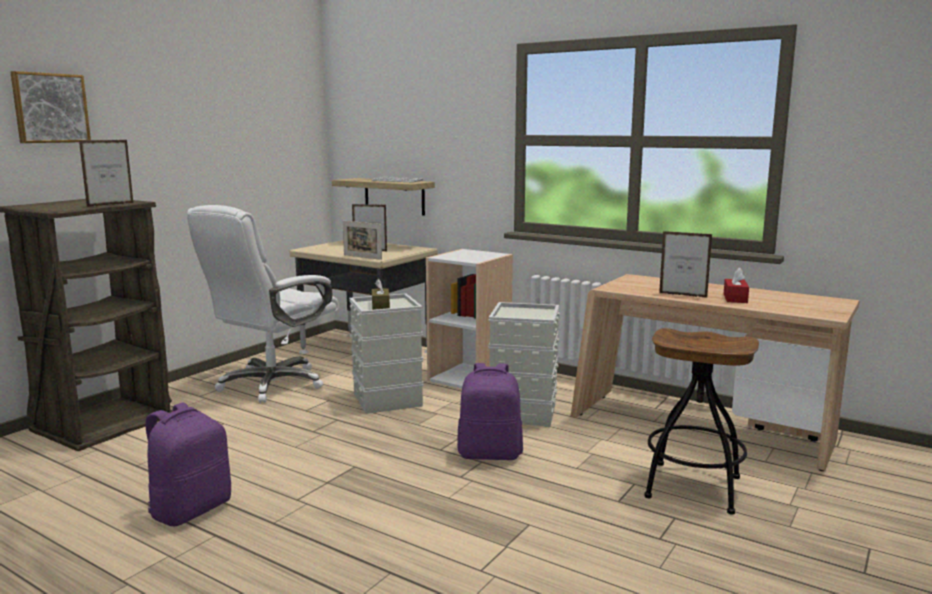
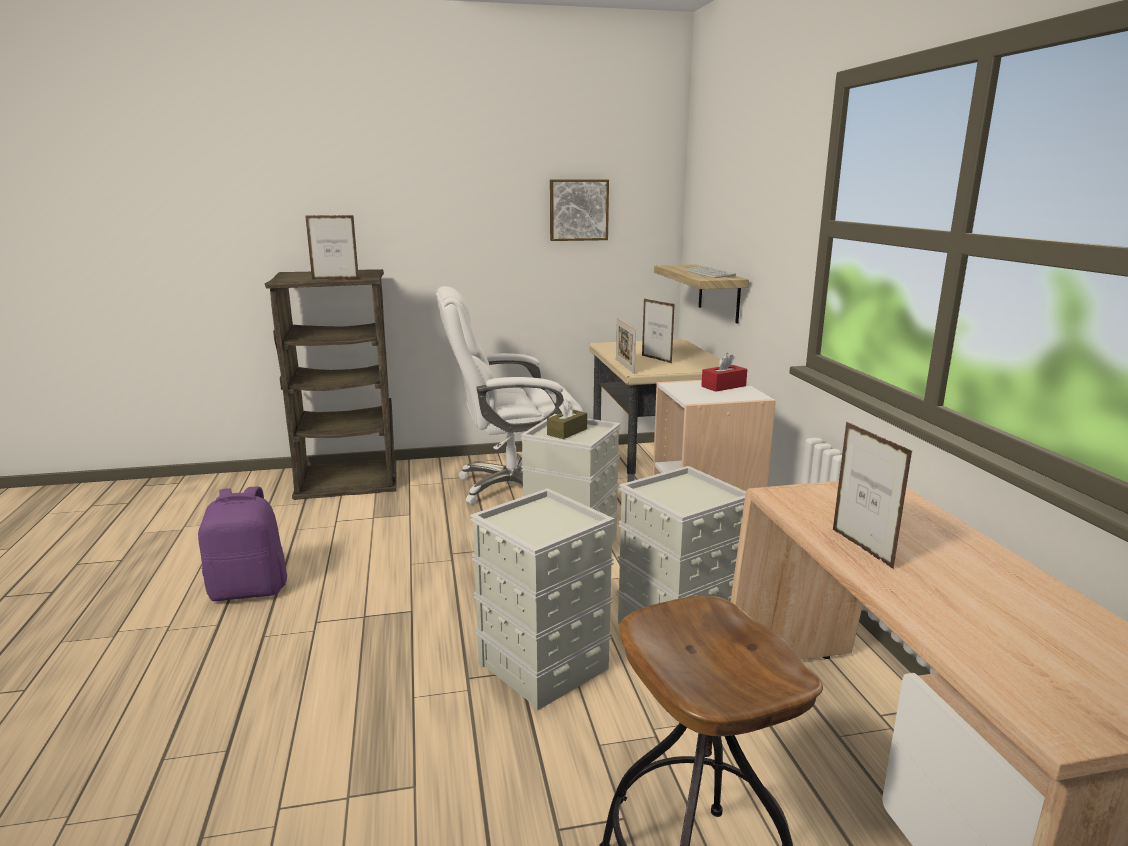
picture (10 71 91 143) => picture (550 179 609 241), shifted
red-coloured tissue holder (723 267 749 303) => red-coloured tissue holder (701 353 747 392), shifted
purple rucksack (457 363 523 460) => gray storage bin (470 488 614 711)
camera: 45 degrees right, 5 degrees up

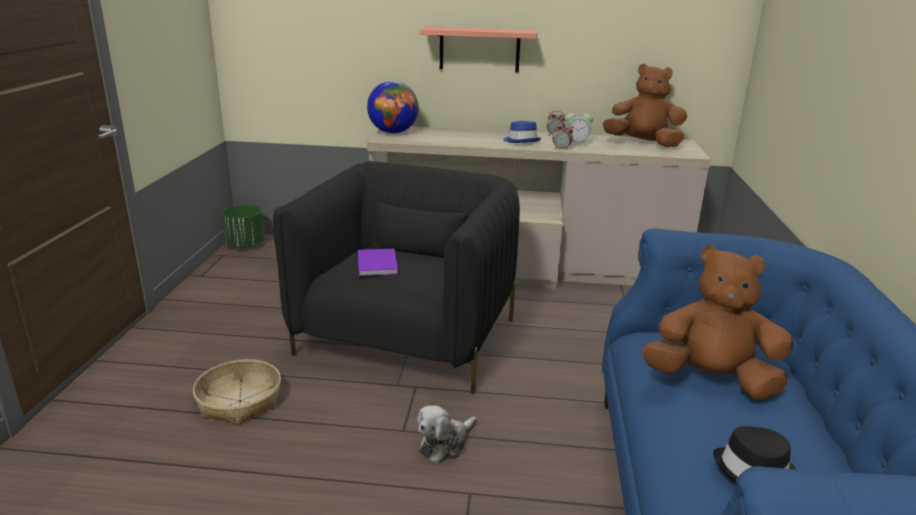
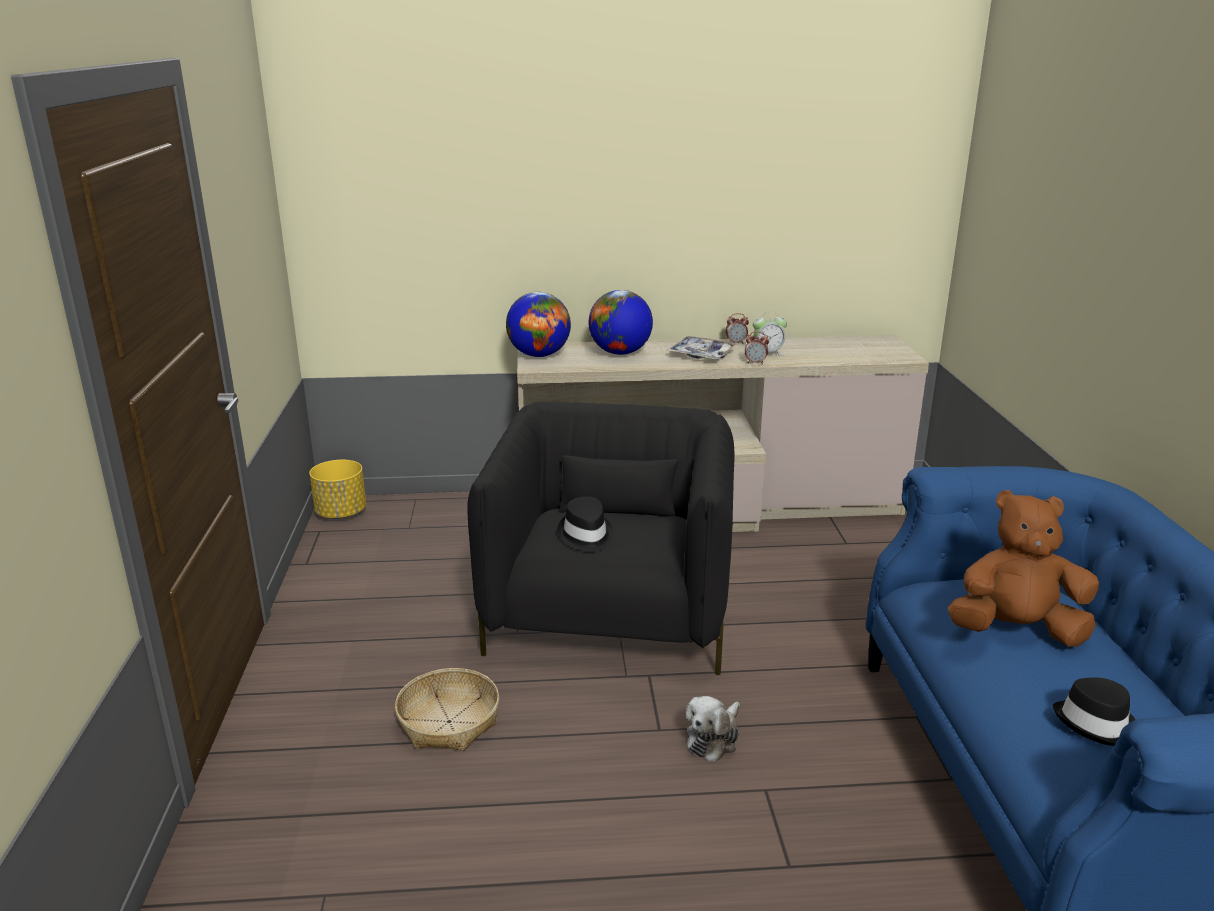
wall shelf (420 26 537 72) => nothing
brown-coloured plush toy (603 64 687 147) => nothing
nothing => desk globe (589 290 653 355)
purple volume (358 249 398 276) => black-coloured hat (558 497 614 551)
blue-coloured hat (503 121 541 143) => carrying tray (668 336 738 359)
green flower pot (221 205 265 248) => yellow-coloured flower pot (309 460 366 519)
camera: 10 degrees left, 0 degrees up

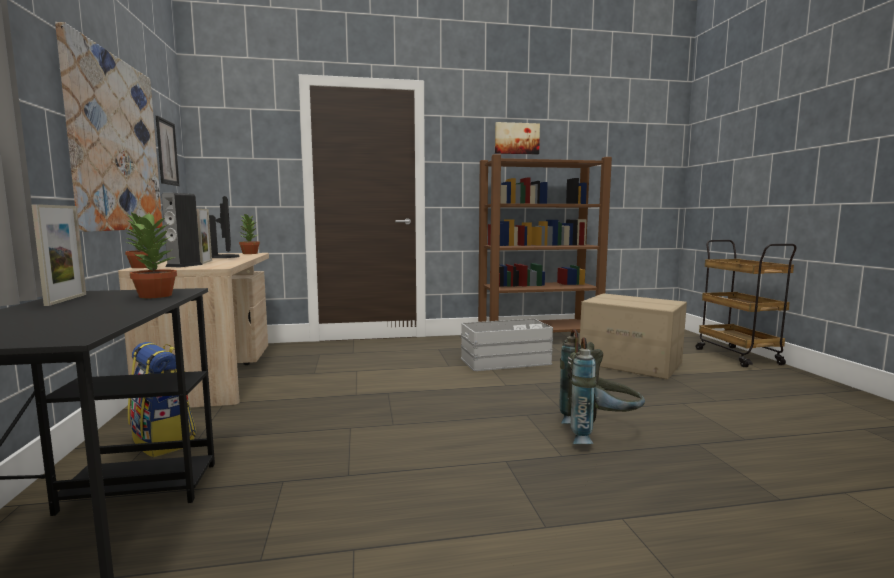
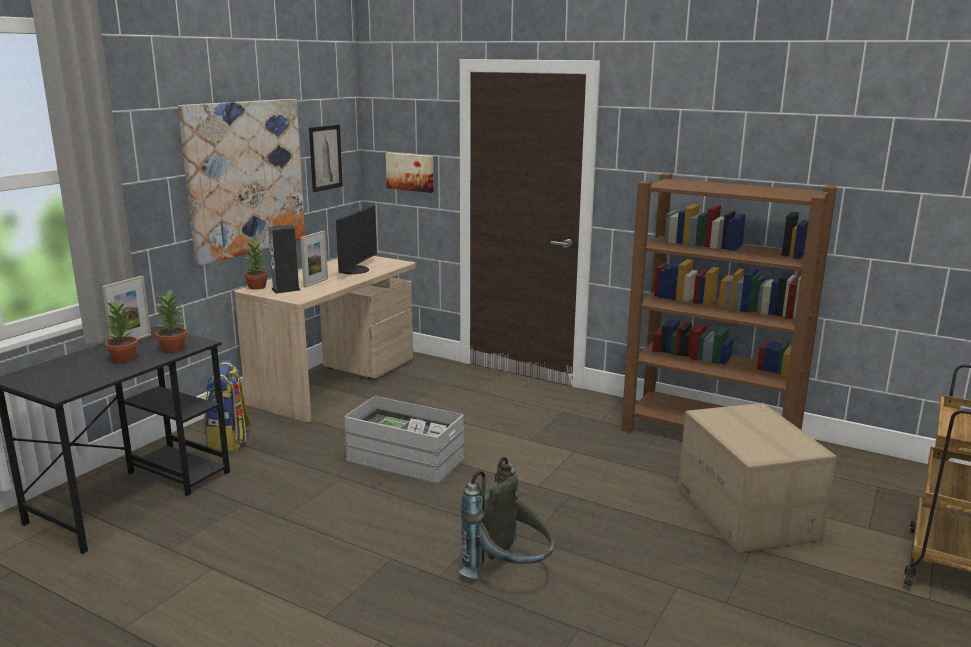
plant in a pot (239 214 260 254) => plant in a pot (104 300 138 362), shifted
gray storage bin (461 319 553 371) => gray storage bin (344 396 464 483), shifted
picture (495 122 540 154) => picture (386 152 434 193), shifted
camera: 40 degrees right, 10 degrees up

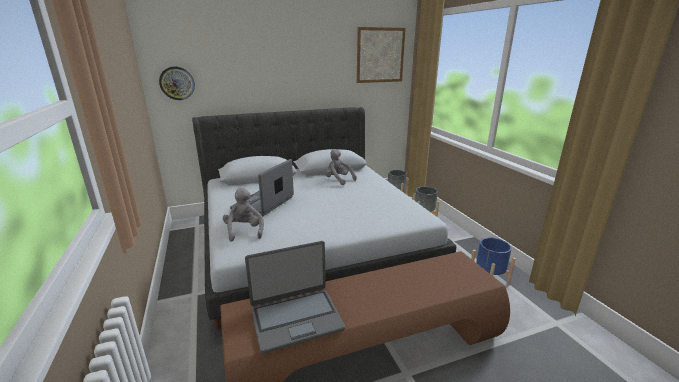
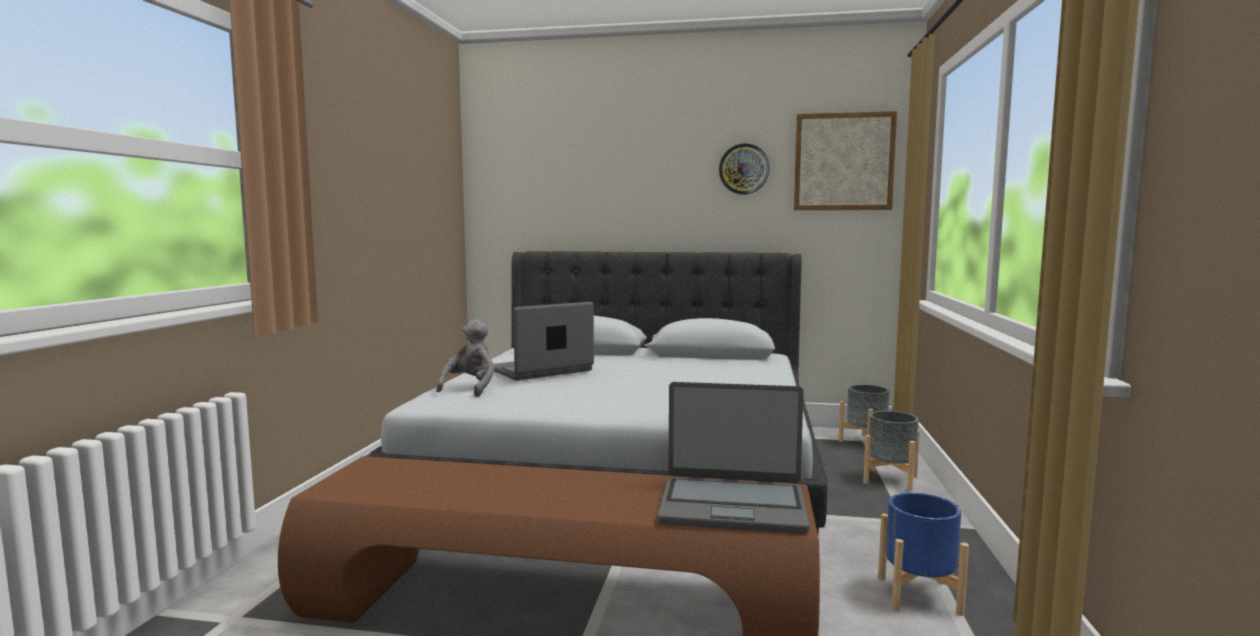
gray plush toy (325 149 357 185) => nothing
clock on the wall (159 66 195 100) => clock on the wall (719 144 770 195), shifted
notebook computer (245 241 345 354) => notebook computer (658 382 810 534), shifted
camera: 30 degrees right, 15 degrees down

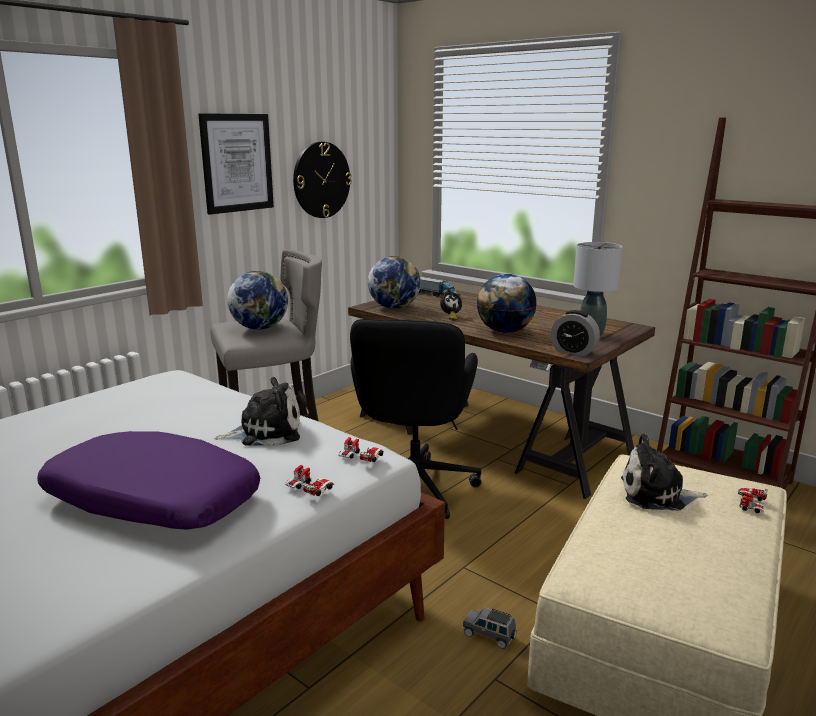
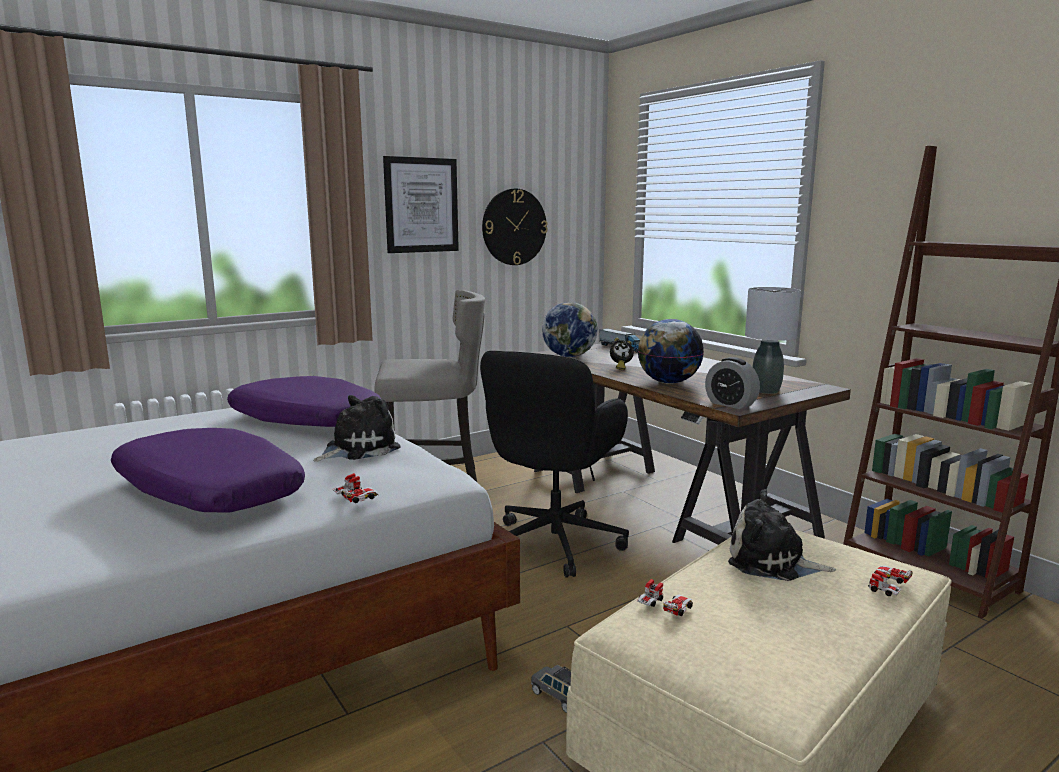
desk globe (227 271 288 330) => nothing
nothing => purple throw pillow (227 376 381 427)
miniature car (338 437 384 462) => miniature car (637 579 693 616), shifted
plush toy (214 377 300 446) => plush toy (313 395 401 462), 45 degrees counterclockwise
camera: 15 degrees right, 5 degrees down

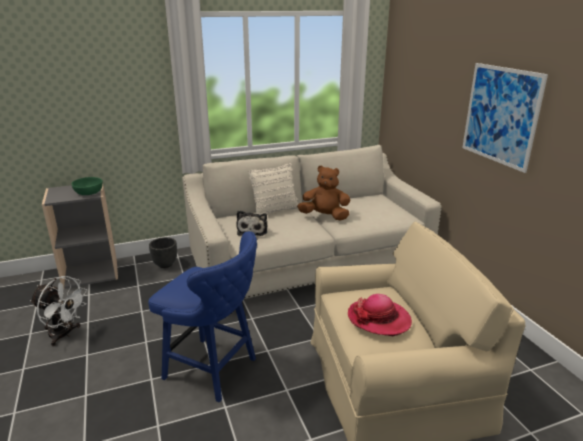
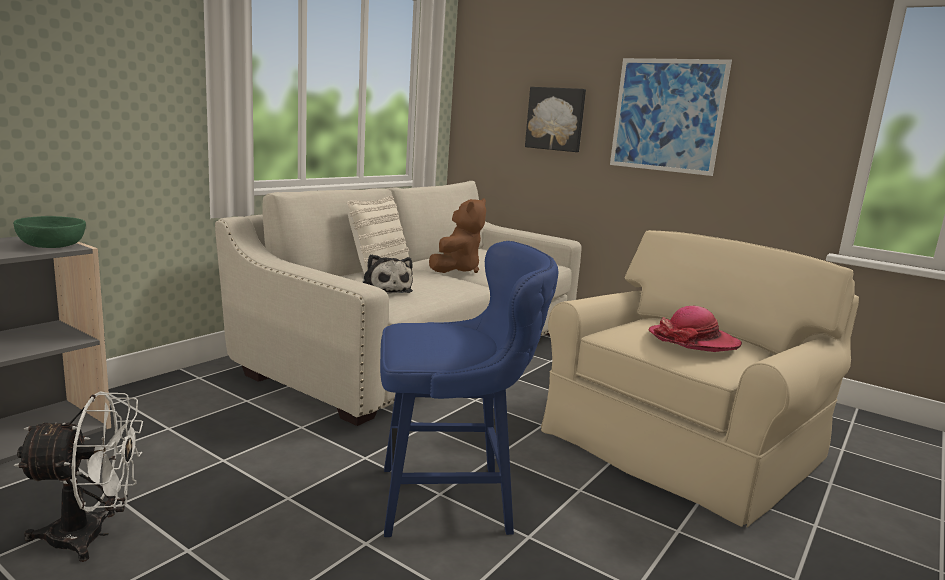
black-coloured flower pot (149 237 177 268) => nothing
nothing => picture (525 87 586 152)
brown-coloured plush toy (297 165 350 221) => brown-coloured plush toy (429 198 486 273), 135 degrees clockwise
camera: 35 degrees left, 10 degrees down

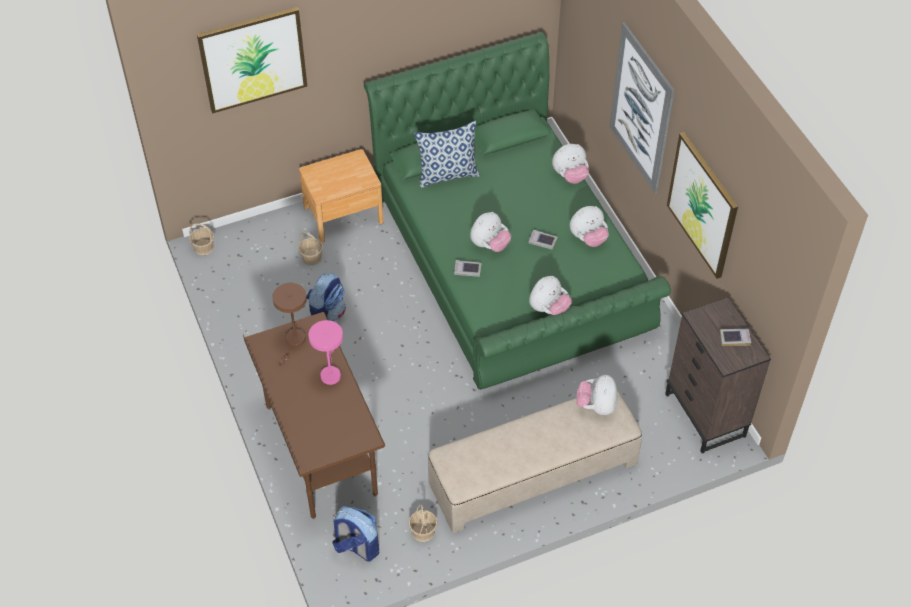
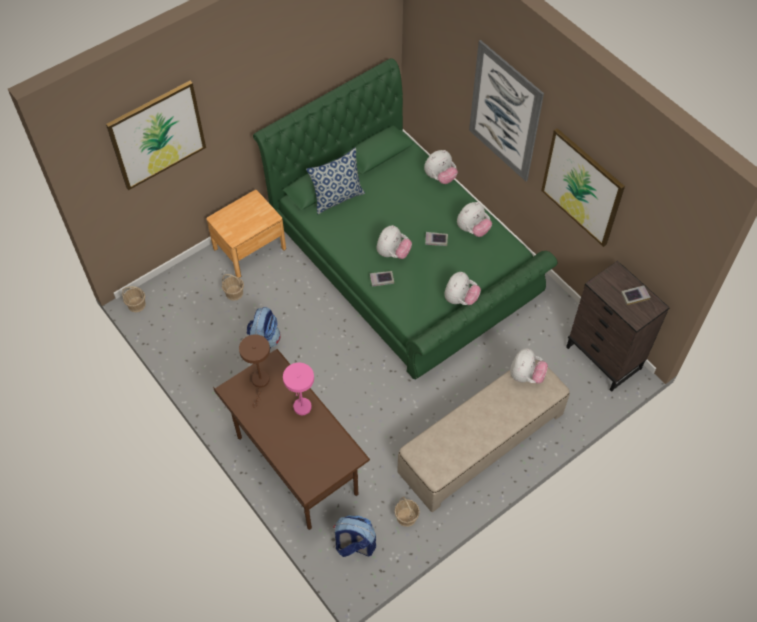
plush toy (576 375 618 415) => plush toy (510 348 548 384), 150 degrees counterclockwise
camera: 15 degrees left, 5 degrees up

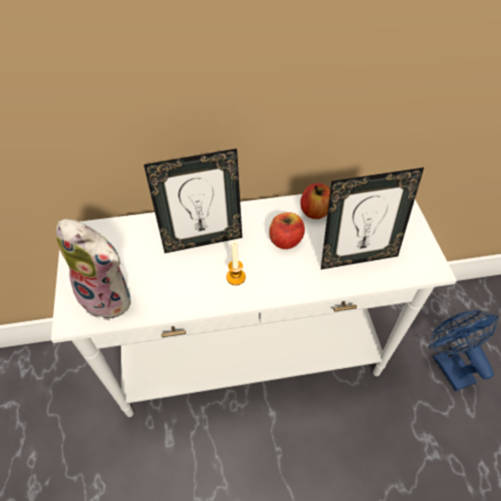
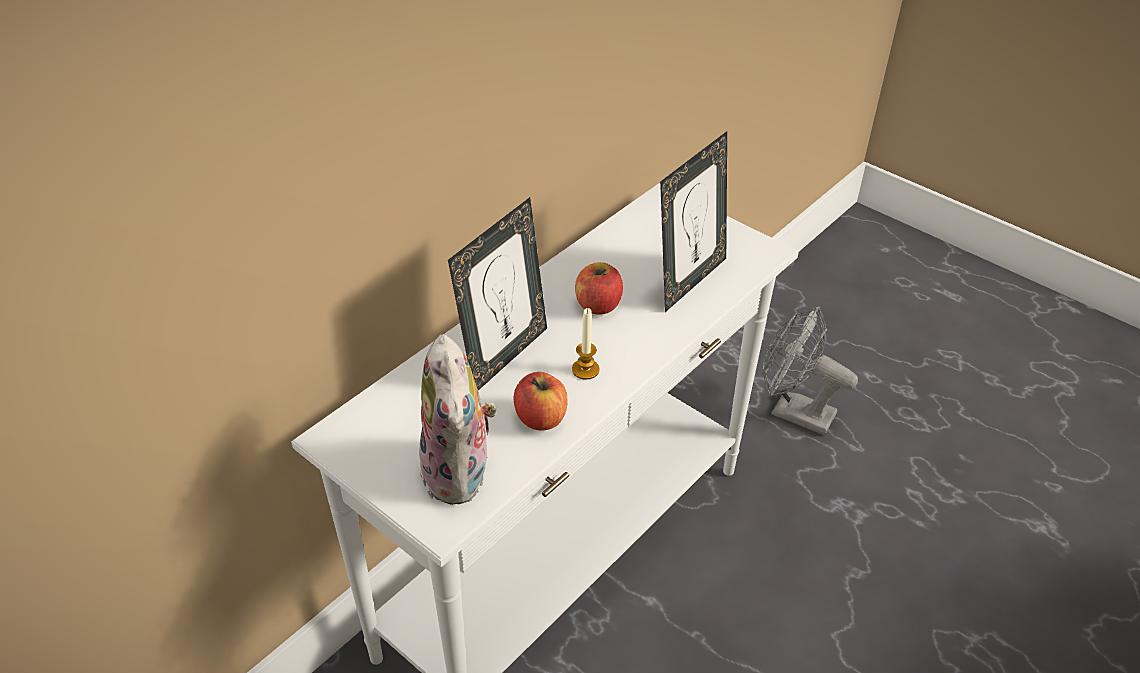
apple (300 183 330 219) => apple (514 372 568 431), shifted
blue-coloured electric fan (429 310 498 391) => gray electric fan (762 307 858 435)
plush toy (56 219 131 321) => plush toy (419 334 497 505), 90 degrees clockwise
camera: 40 degrees left, 10 degrees down

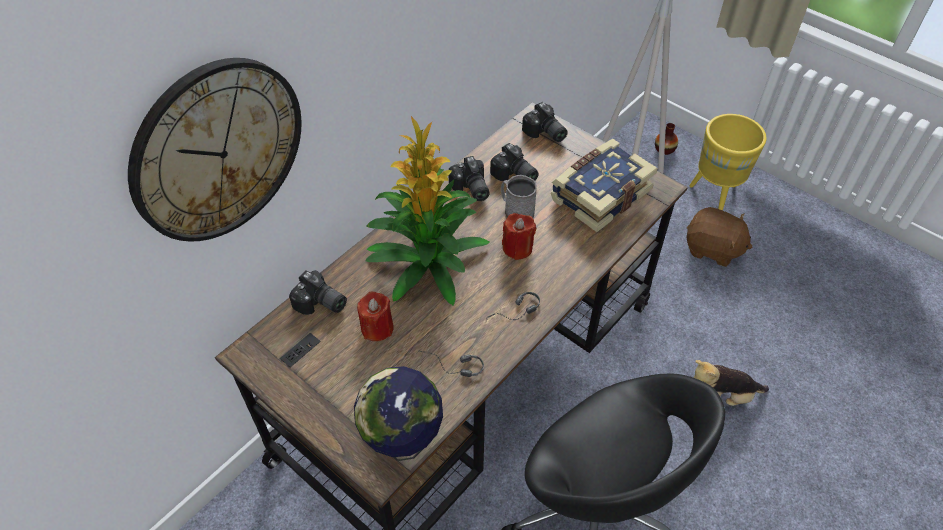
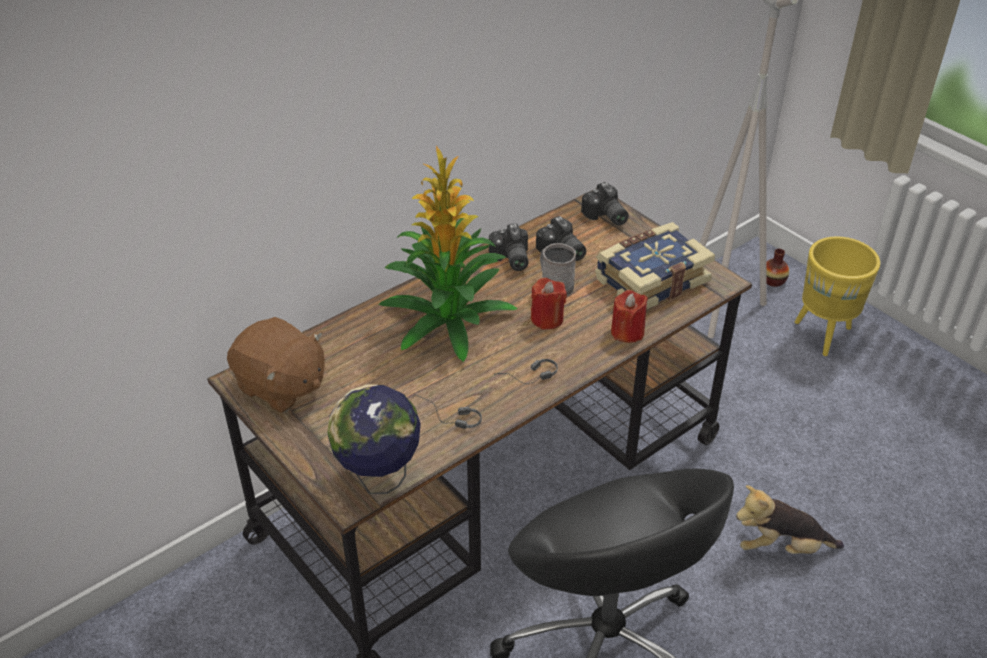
clock on the wall (128 58 302 242) => nothing
still camera (289 270 347 315) => nothing
red-coloured candle (357 292 394 341) => red-coloured candle (611 290 648 343), shifted
brown-coloured plush toy (687 207 753 267) => brown-coloured plush toy (227 317 325 413), shifted
camera: 10 degrees right, 10 degrees down

